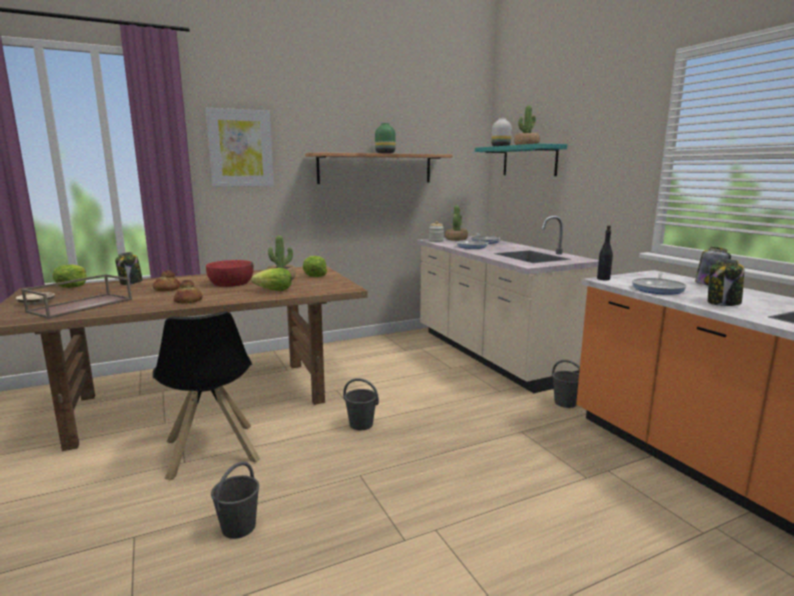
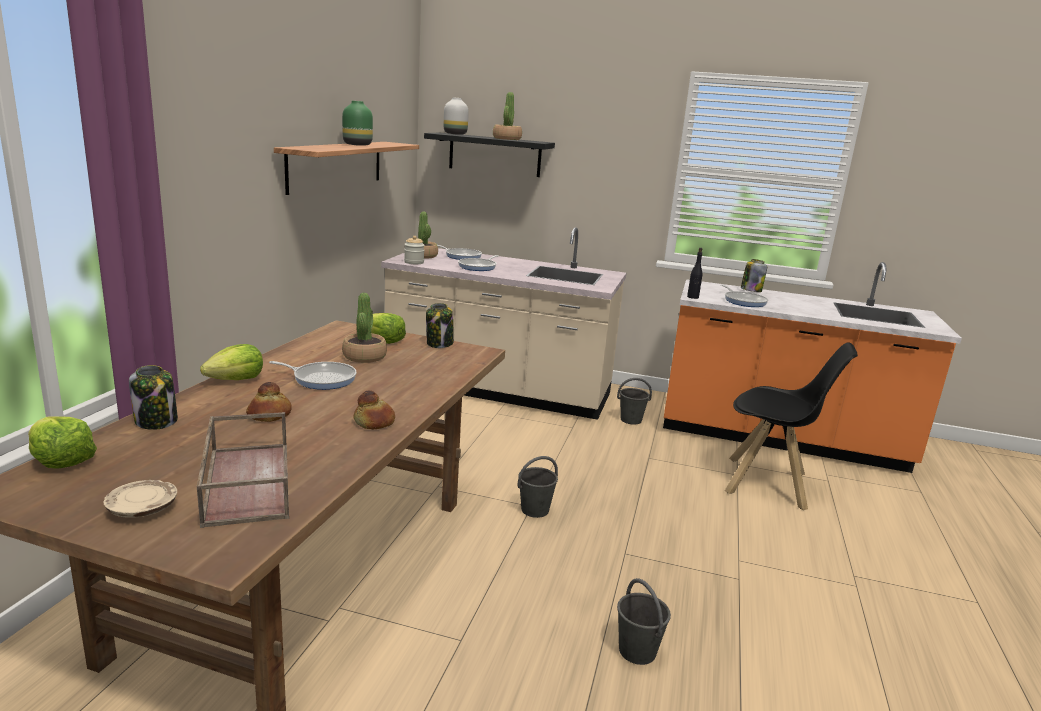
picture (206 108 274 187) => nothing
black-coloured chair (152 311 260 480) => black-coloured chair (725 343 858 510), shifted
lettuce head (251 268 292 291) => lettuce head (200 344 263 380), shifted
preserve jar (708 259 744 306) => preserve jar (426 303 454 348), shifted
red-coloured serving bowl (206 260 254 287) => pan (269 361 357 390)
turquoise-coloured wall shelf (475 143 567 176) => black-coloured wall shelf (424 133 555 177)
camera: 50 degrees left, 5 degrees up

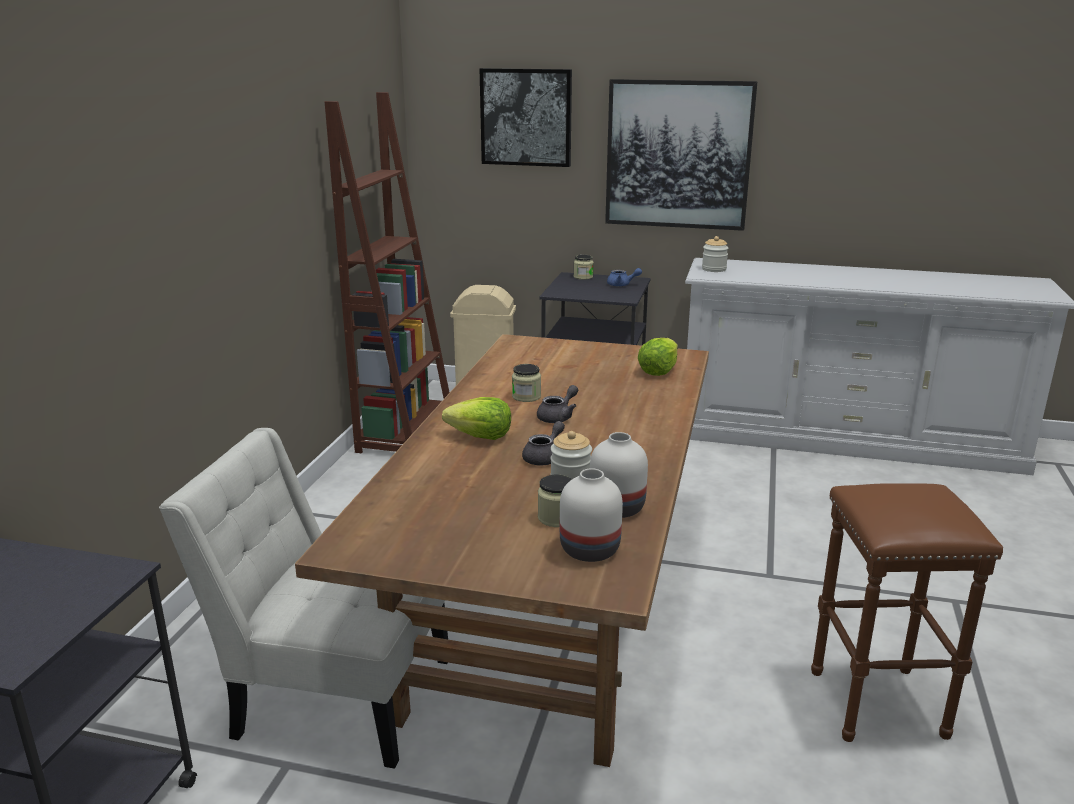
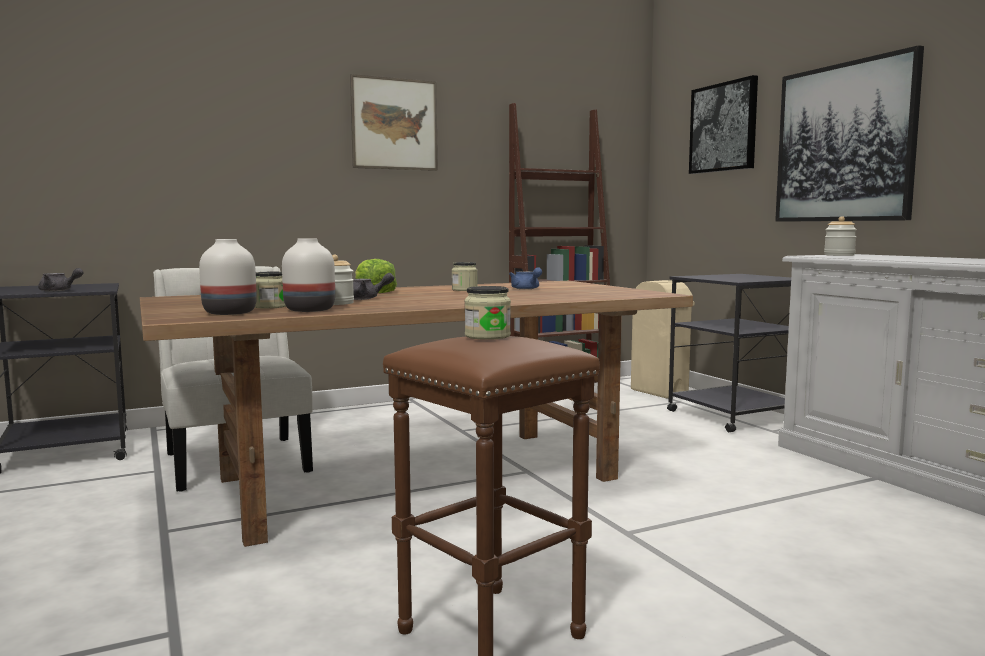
lettuce head (638 338 678 376) => nothing
nothing => picture (350 74 438 171)
gray pot for tea (537 385 578 423) => gray pot for tea (38 268 83 292), shifted
preserve jar (574 255 594 280) => preserve jar (464 286 511 340), shifted
blue-coloured pot for tea (607 268 642 286) => blue-coloured pot for tea (509 267 542 289), shifted
camera: 50 degrees right, 15 degrees down

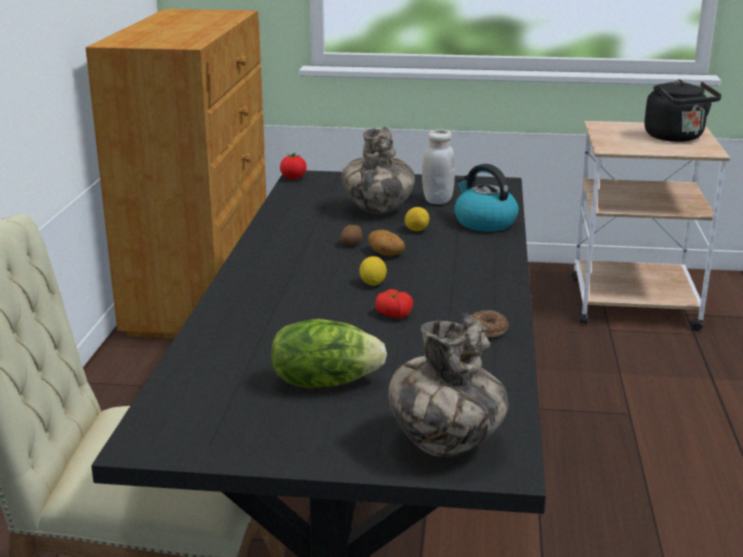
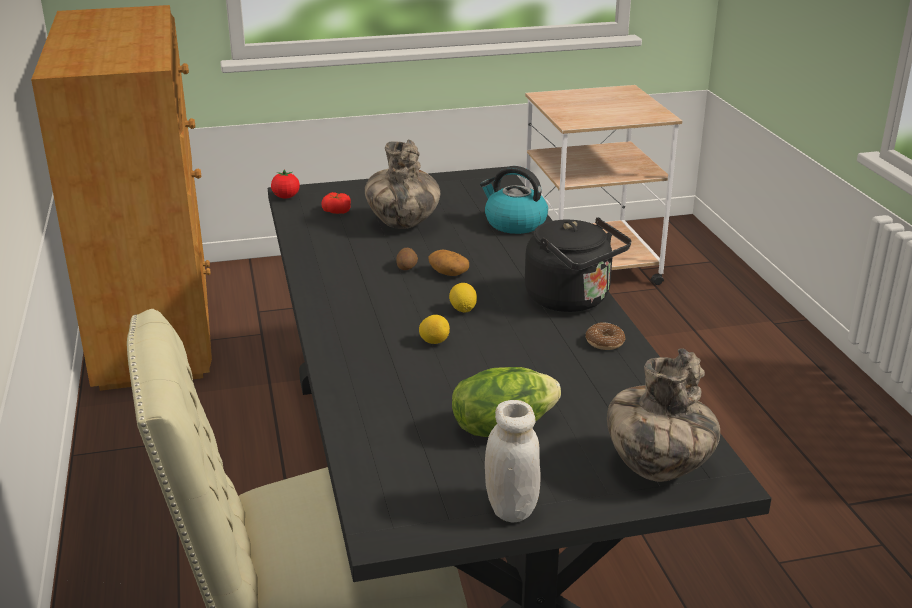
fresh tomato (375 289 414 318) => fresh tomato (321 192 351 214), shifted
whole lemon (405 207 429 231) => whole lemon (419 315 450 344), shifted
whitish preserve jar (422 129 455 204) => whitish preserve jar (485 400 541 522), shifted
black-coloured tea kettle (644 79 722 142) => black-coloured tea kettle (525 217 631 312), shifted
camera: 20 degrees left, 5 degrees up

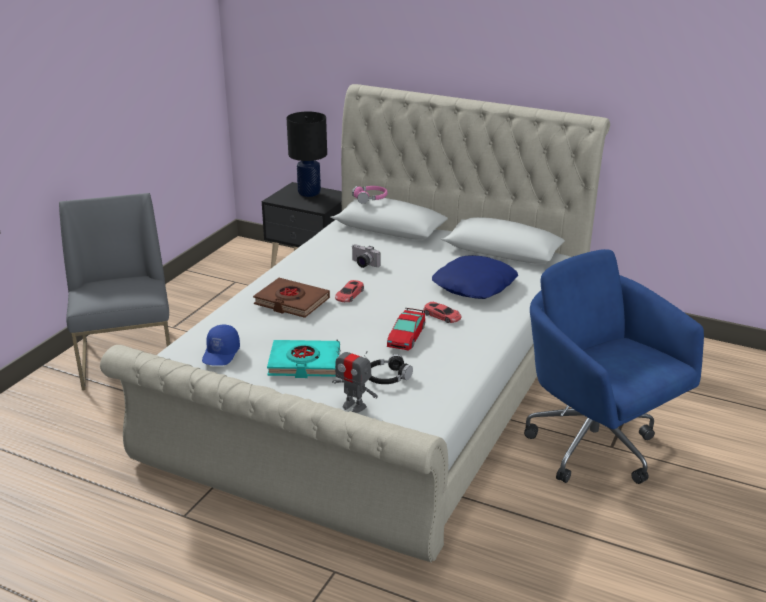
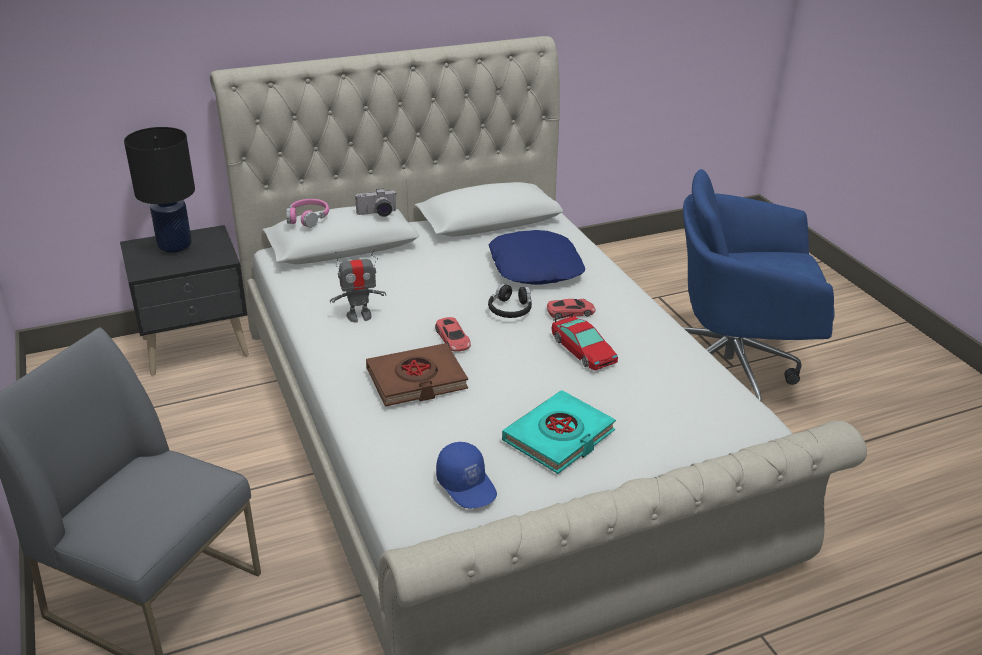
robot figure (332 340 378 413) => robot figure (330 249 386 322), shifted
still camera (351 244 380 268) => still camera (355 189 396 217), shifted
black-coloured pair of headphones (369 354 413 384) => black-coloured pair of headphones (488 283 532 318), shifted
camera: 50 degrees left, 5 degrees up

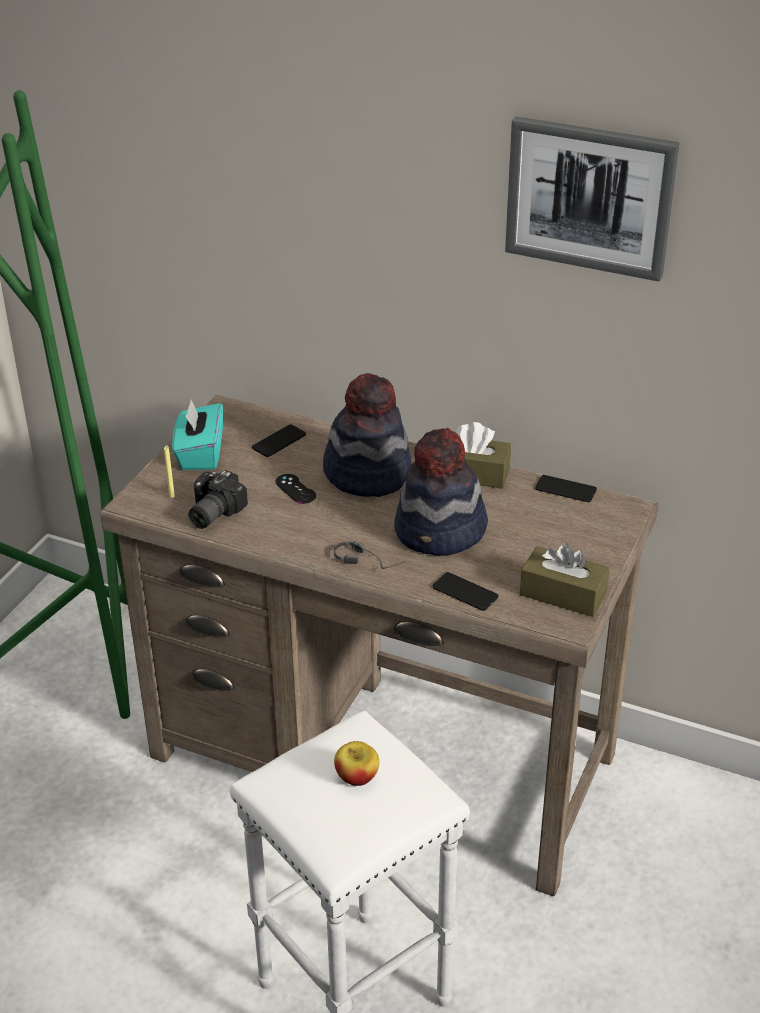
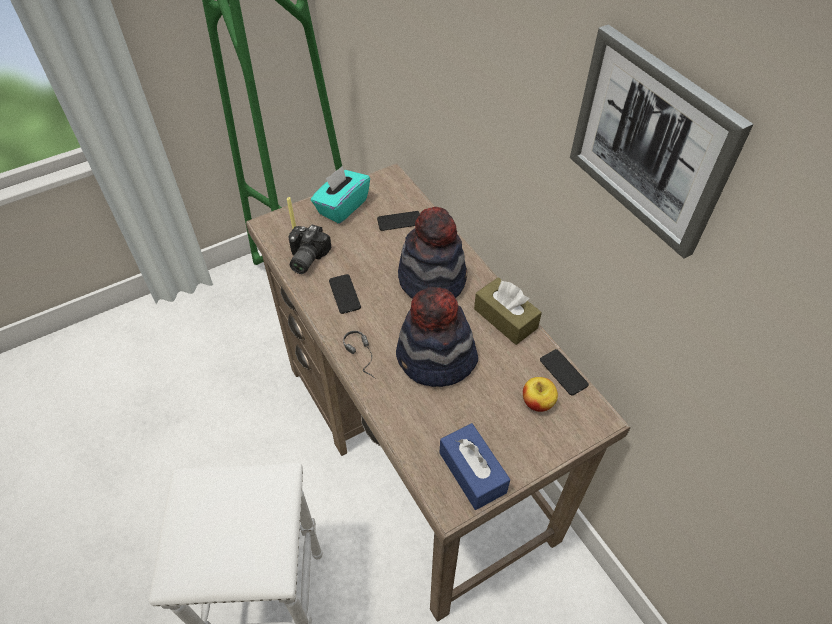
black-coloured gamepad (276 474 316 504) => nothing
apple (334 741 379 786) => apple (523 377 558 412), shifted
handset (433 572 498 611) => handset (329 274 361 314), shifted
brown-coloured tissue holder (520 543 610 617) => blue-coloured tissue holder (439 423 510 510)
still camera (188 470 248 529) => still camera (289 225 332 274), 45 degrees counterclockwise
camera: 35 degrees right, 15 degrees up

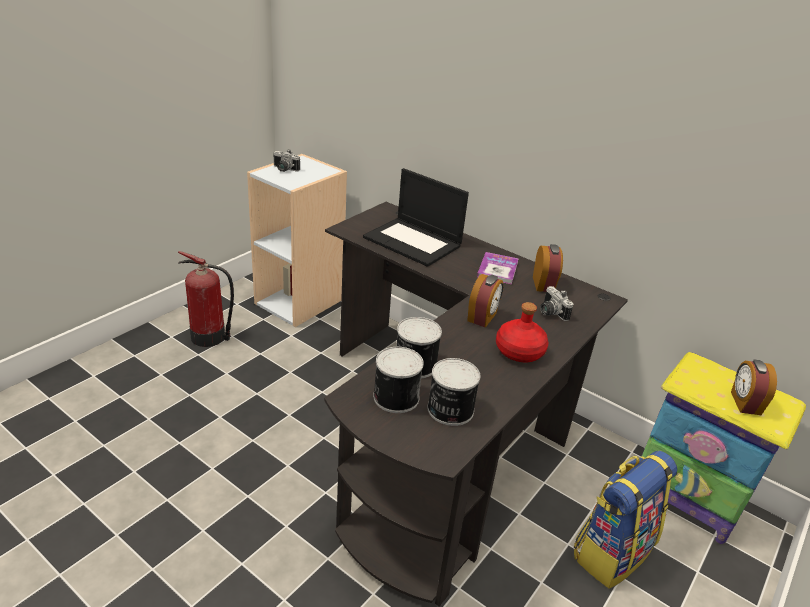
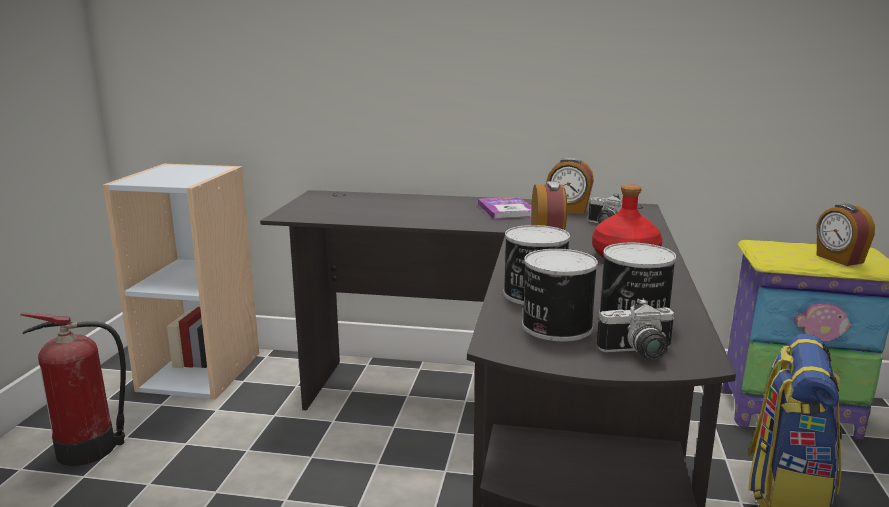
notebook computer (363 168 469 267) => nothing
still camera (273 149 300 172) => still camera (597 298 674 360), shifted
table clock (533 244 563 292) => table clock (546 157 594 214), 135 degrees clockwise
camera: 25 degrees left, 15 degrees down

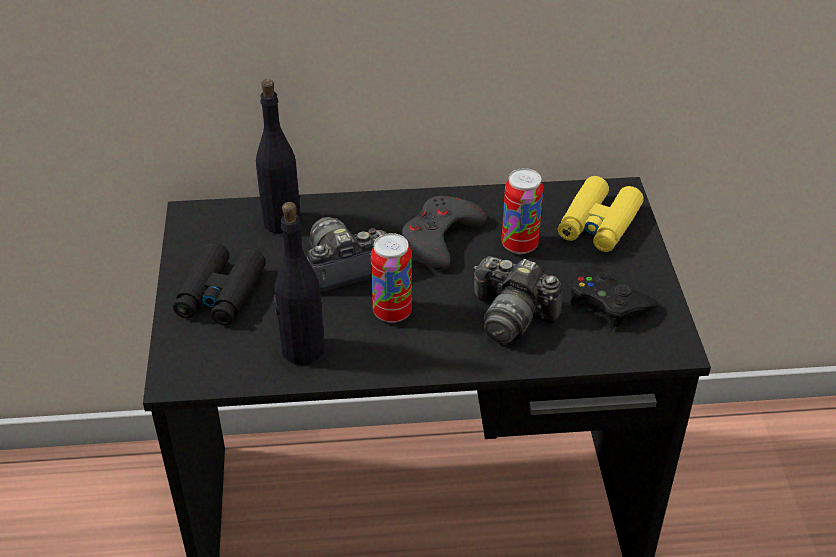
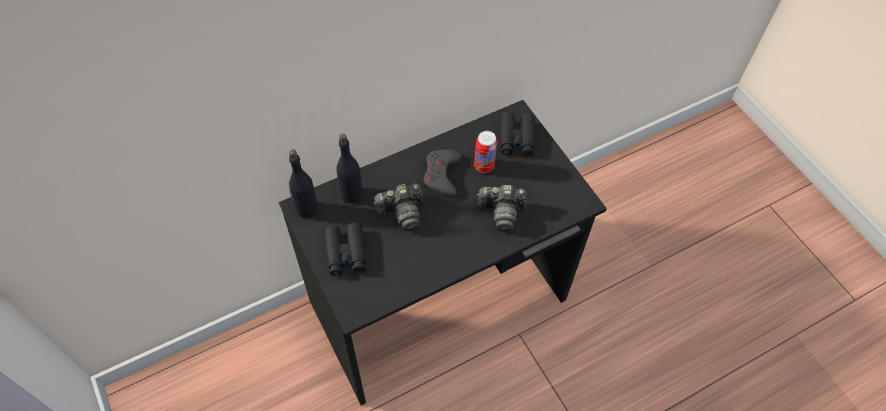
can (371 233 412 323) => nothing
black-coloured gamepad (570 266 659 329) => nothing
black-coloured bottle (274 202 325 365) => black-coloured bottle (289 149 318 219), shifted
yellow-coloured field glasses (558 176 644 252) => black-coloured field glasses (501 112 535 156)
still camera (307 217 387 293) => still camera (374 184 423 231), 150 degrees counterclockwise
camera: 25 degrees left, 15 degrees up

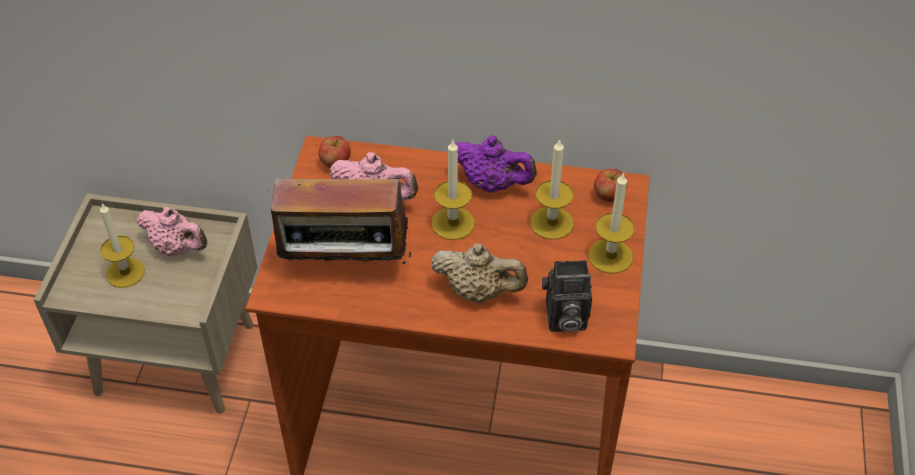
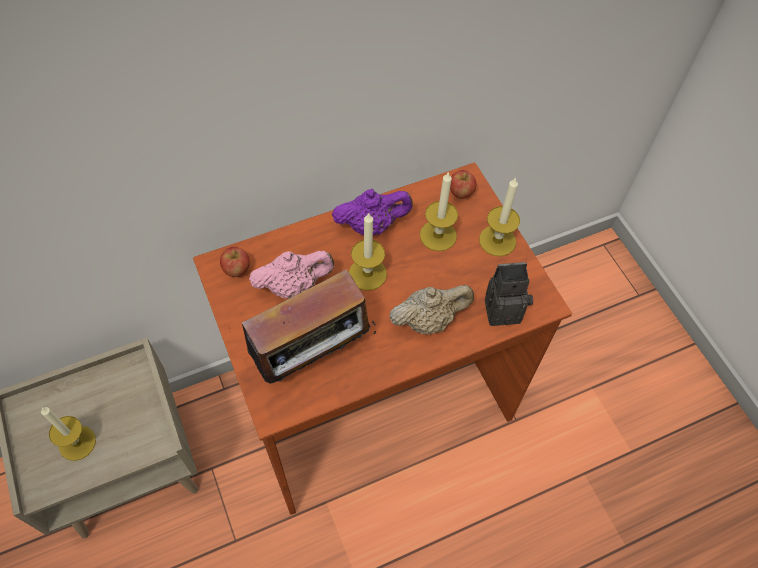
pink-coloured pot for tea (137 207 207 256) => nothing
still camera (542 260 592 332) => still camera (485 262 533 326), 150 degrees counterclockwise
camera: 35 degrees left, 10 degrees up

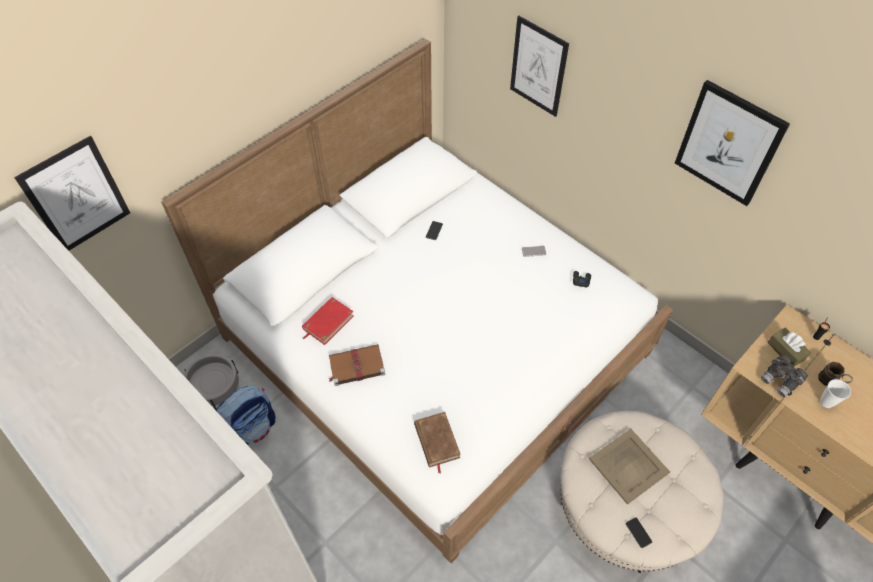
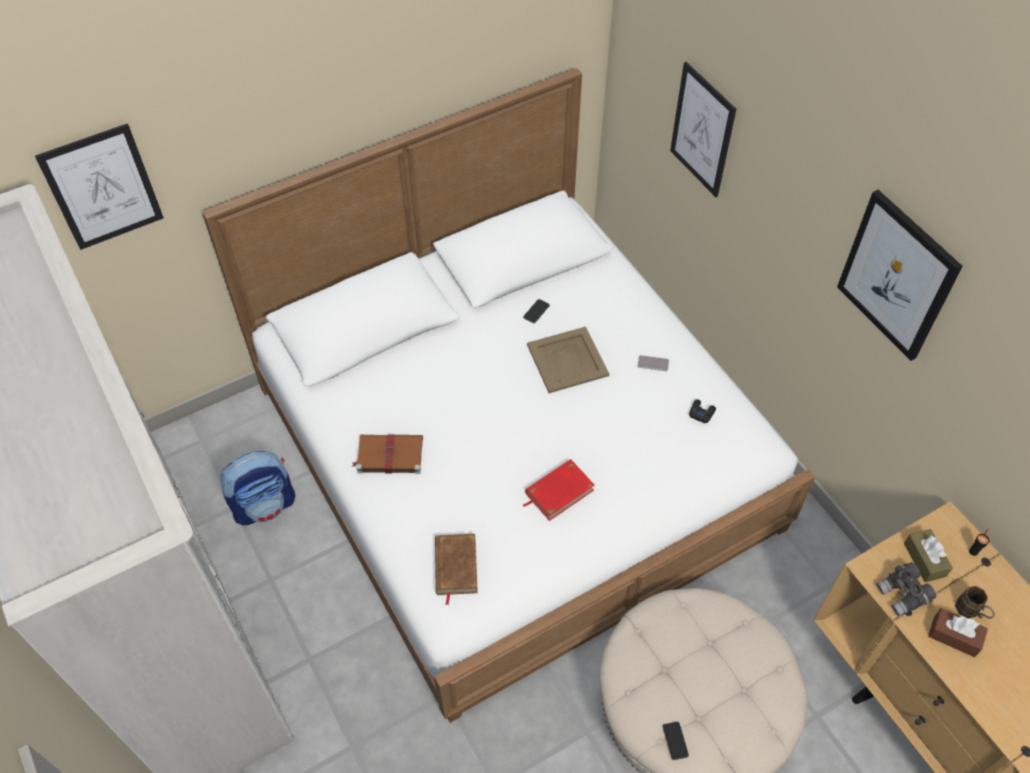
gray flower pot (184 354 239 410) => nothing
red-coloured volume (302 297 354 345) => red-coloured volume (523 459 595 521), shifted
sand-coloured carrying tray (589 429 670 505) => sand-coloured carrying tray (527 326 609 393), shifted
small cup (820 379 851 408) => brown-coloured tissue holder (928 608 988 657)
camera: 15 degrees right, 0 degrees up

